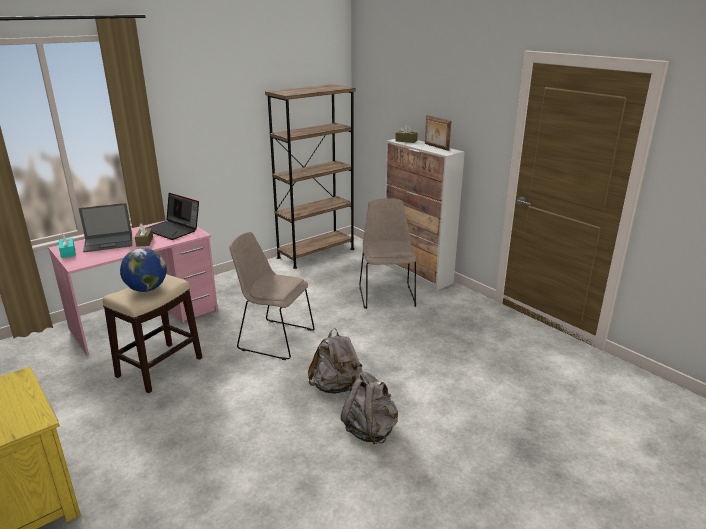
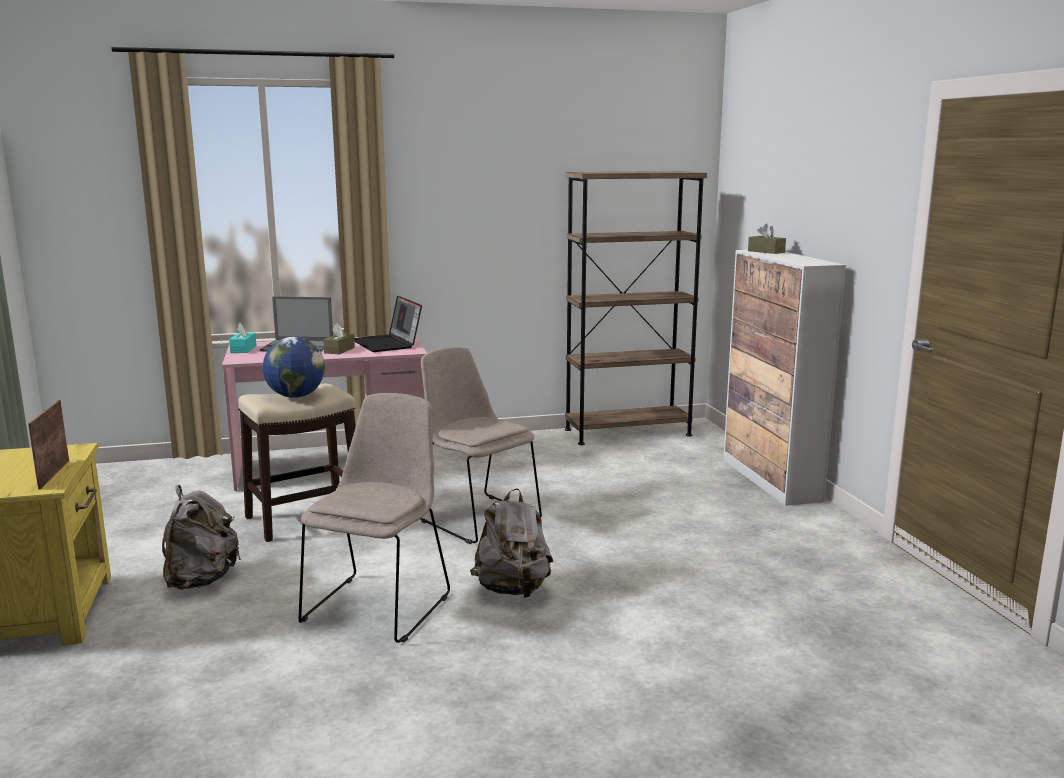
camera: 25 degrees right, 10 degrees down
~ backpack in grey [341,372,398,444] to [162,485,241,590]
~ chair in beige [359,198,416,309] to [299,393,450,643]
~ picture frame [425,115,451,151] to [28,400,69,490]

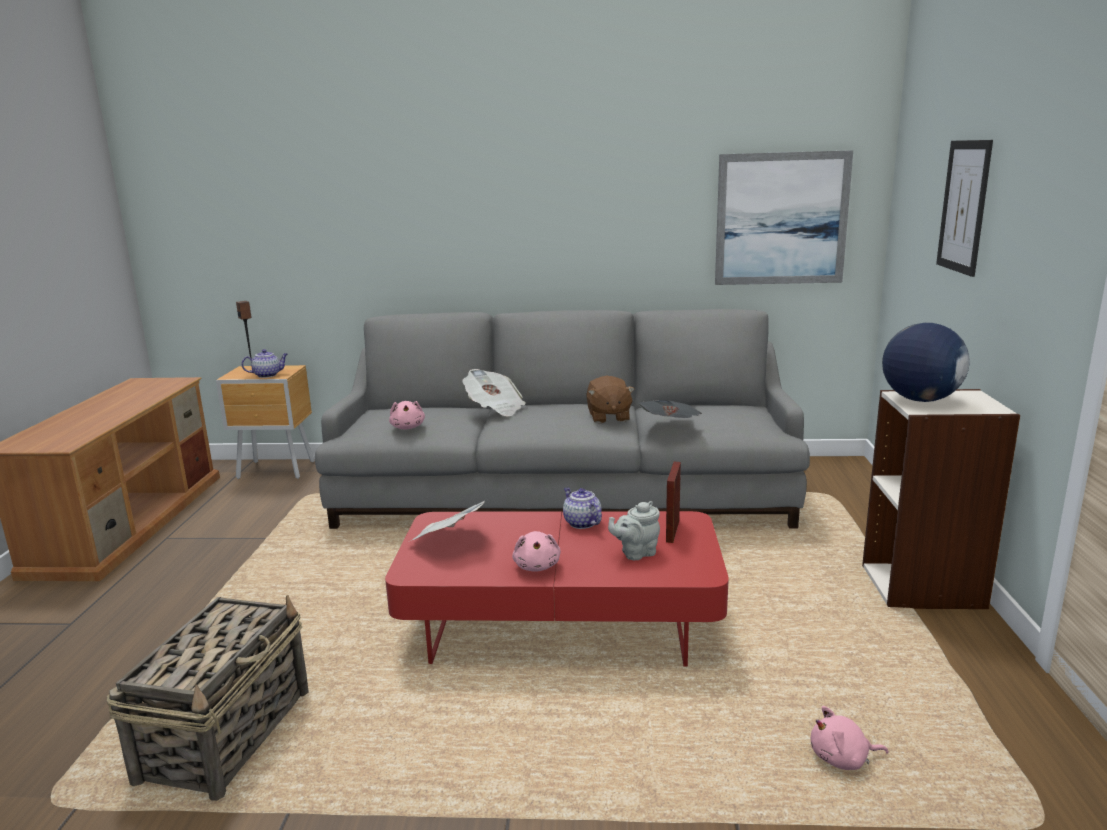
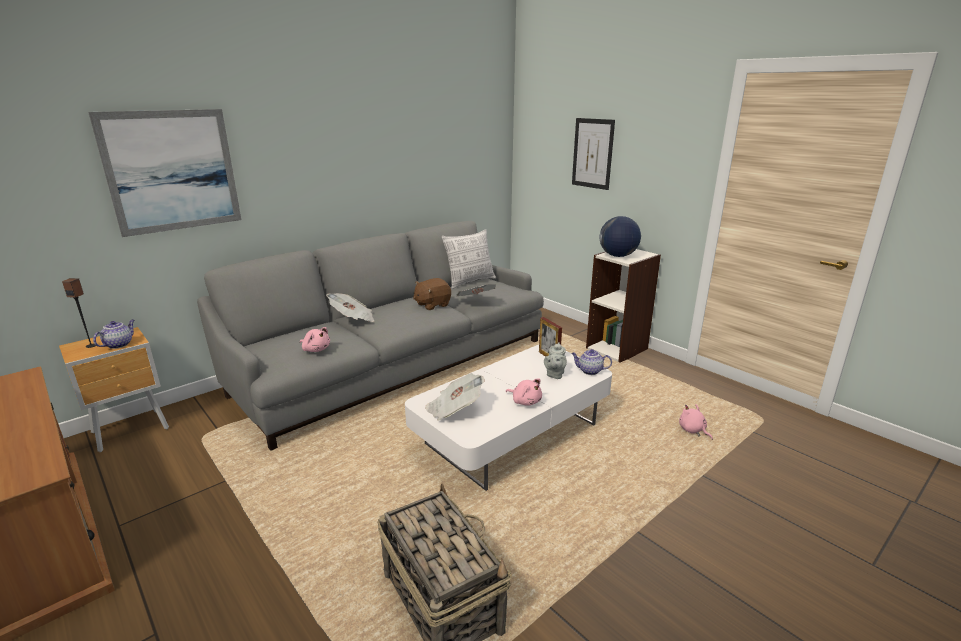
camera: 45 degrees left, 5 degrees up
~ coffee table in red [385,511,729,667] to coffee table in white [405,345,612,491]
~ teapot [563,487,602,529] to [571,349,612,375]
~ plush toy in brown [586,376,635,423] = [413,278,451,310] 105 degrees clockwise
~ picture [715,150,853,285] to [88,109,241,237]
~ plush toy in pink [811,706,889,770] = [679,404,713,440] 105 degrees clockwise
+ pillow [442,229,496,289]

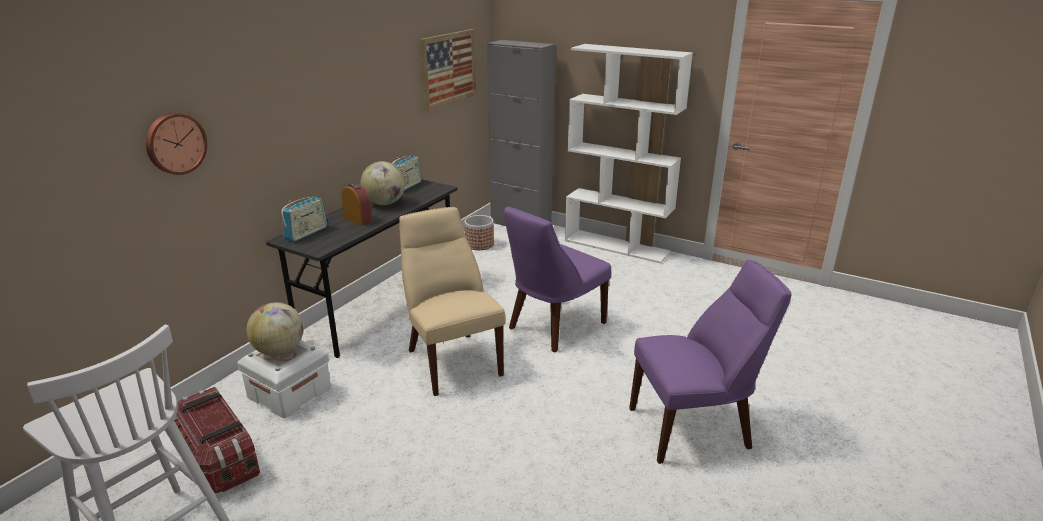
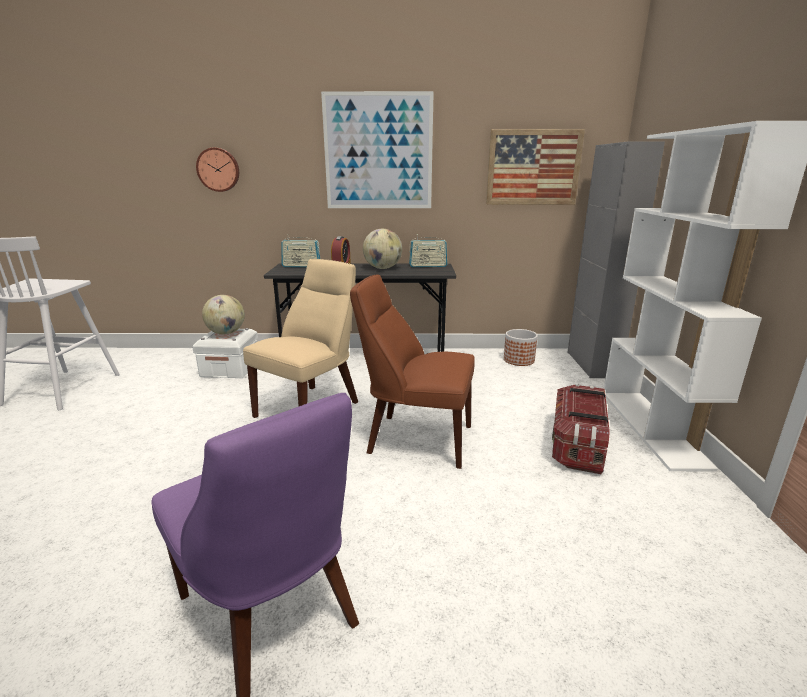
camera: 60 degrees right, 5 degrees down
~ storage box [175,387,260,493] to [552,384,610,474]
~ chair in purple [504,207,611,353] to chair in brown [350,274,475,469]
+ picture [321,91,434,208]

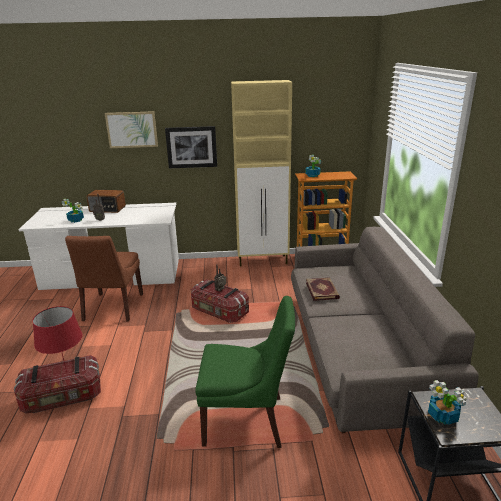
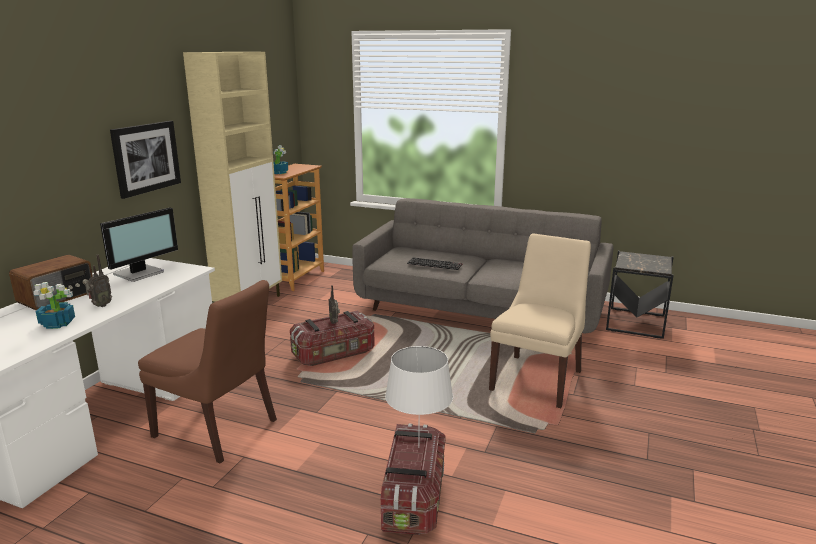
camera: 65 degrees left, 5 degrees down
~ table lamp in red [32,306,83,372] to table lamp in white [385,346,453,448]
- picture [105,111,158,148]
~ chair in green [195,296,295,448] to chair in beige [489,233,591,408]
~ book [306,277,340,301] to keyboard [407,257,462,270]
- potted plant [428,380,467,425]
+ monitor [100,207,178,282]

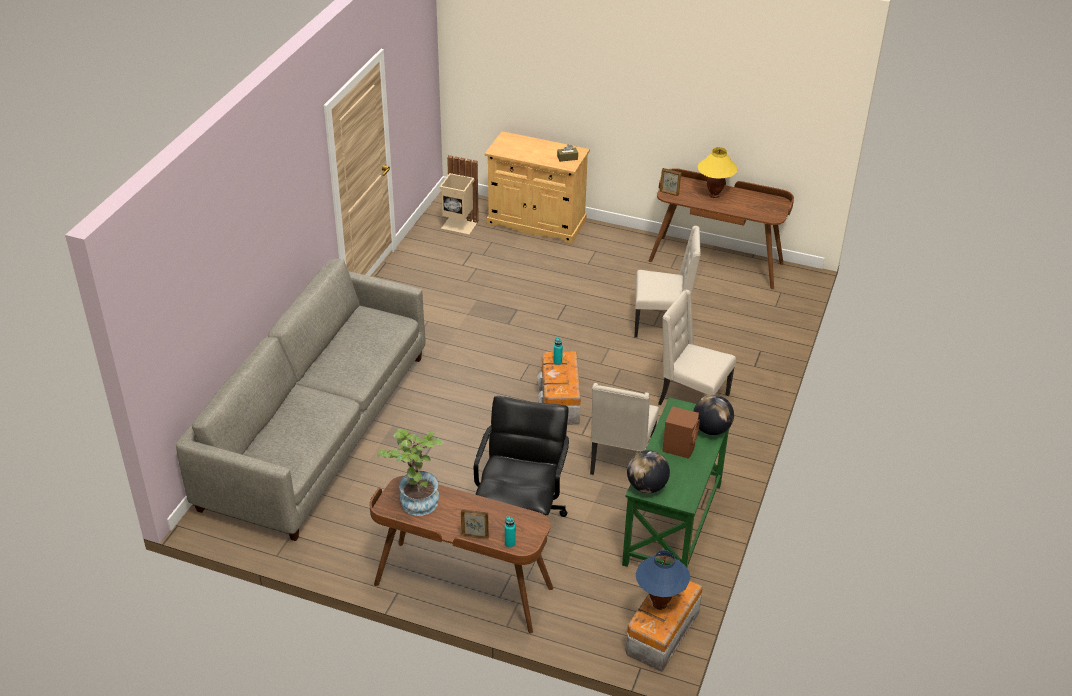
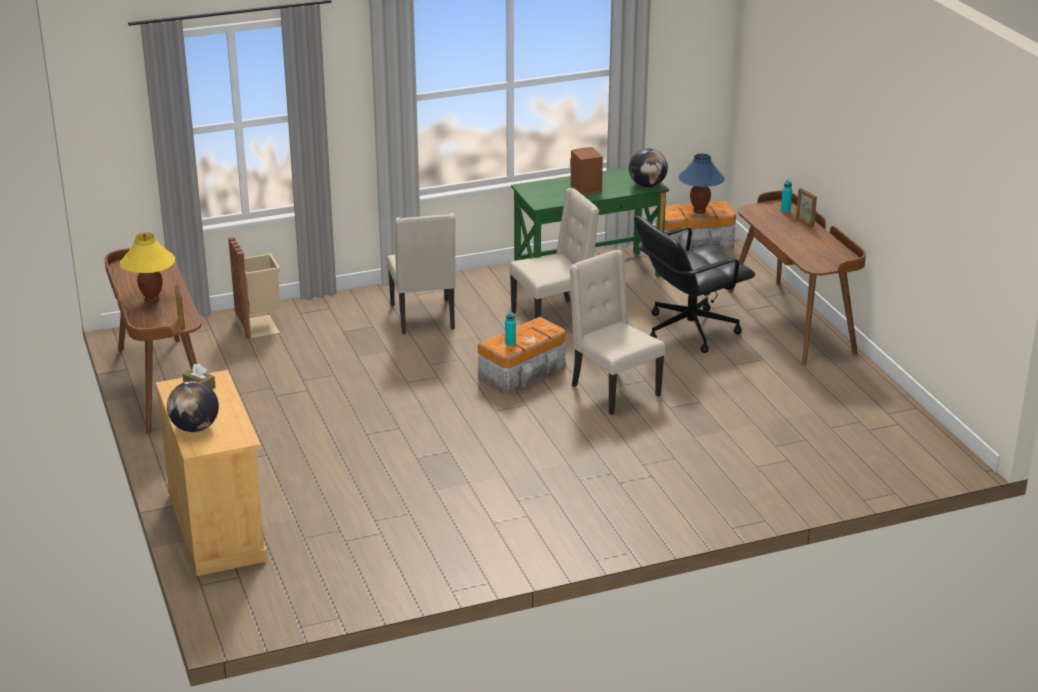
camera: 130 degrees left, 10 degrees down
- sofa in grey [176,259,426,541]
- potted plant [377,429,443,516]
~ trash can in beige [439,155,479,234] to [228,237,281,339]
~ chair in beige [634,226,701,338] to [570,250,665,415]
~ globe [693,394,734,435] to [167,381,219,432]

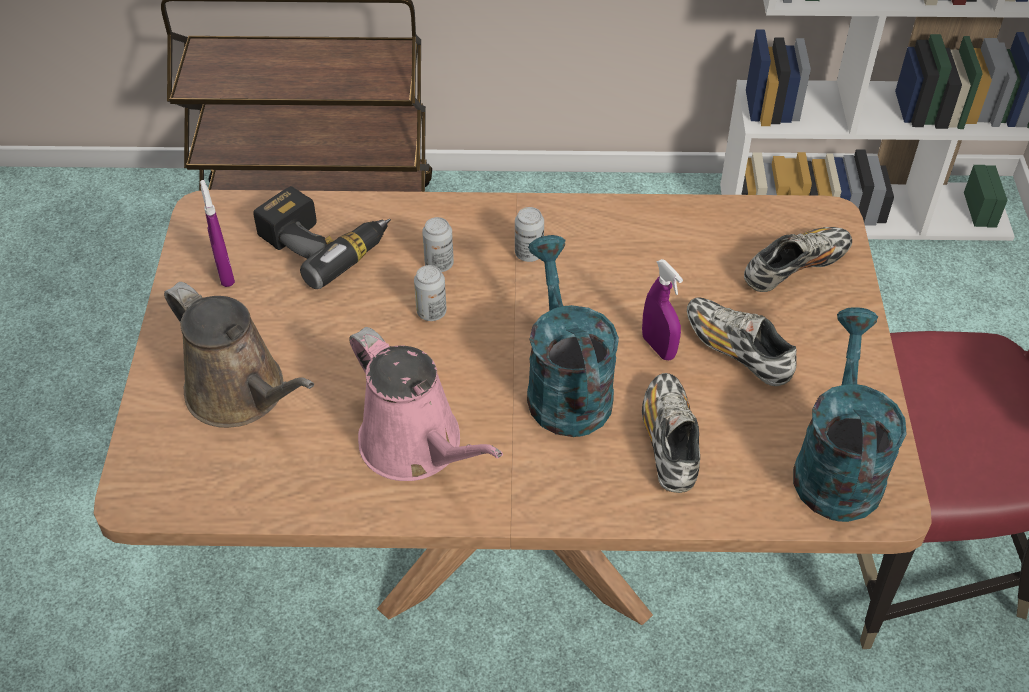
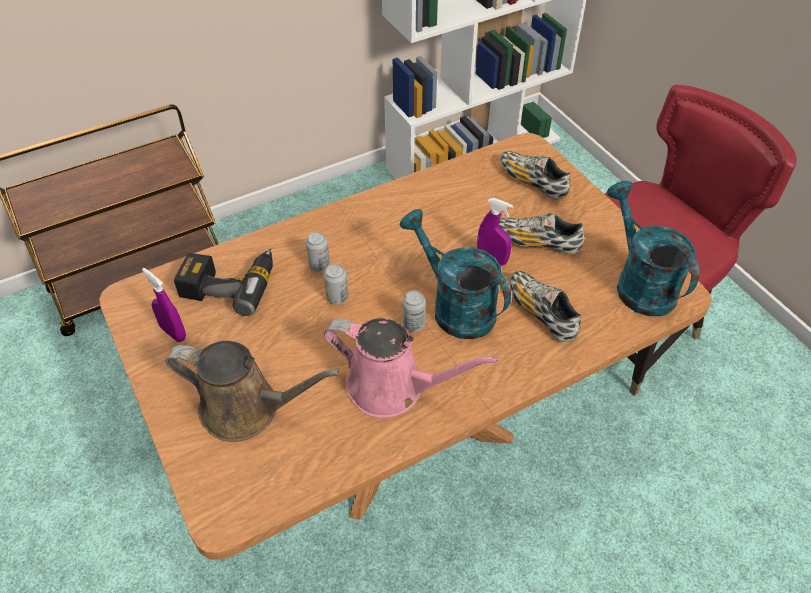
camera: 30 degrees left, 0 degrees up
~ can [515,207,544,262] to [402,290,426,332]
~ shoe [744,227,852,292] = [500,151,570,199] 75 degrees counterclockwise

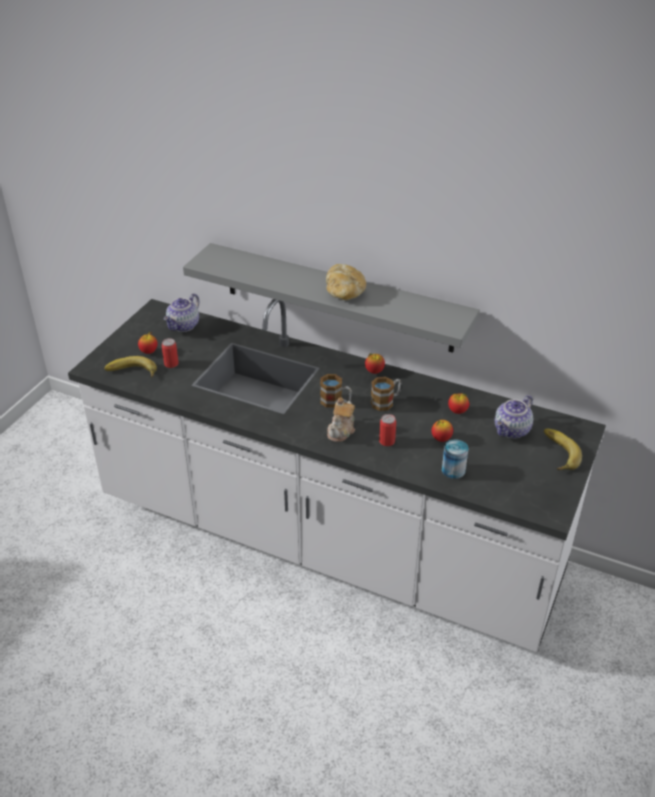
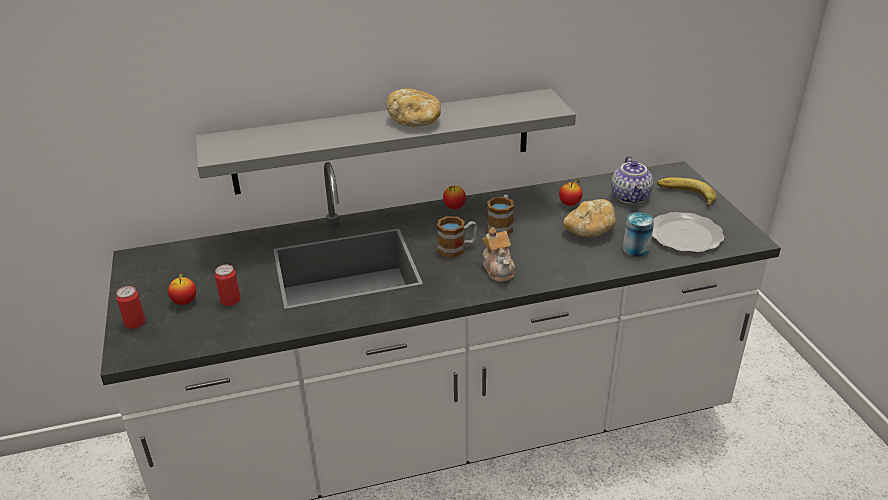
camera: 40 degrees left, 5 degrees down
- banana [104,356,157,378]
- teapot [163,293,199,332]
~ can [379,414,396,446] to [116,286,146,329]
~ apple [432,420,453,442] to bread [563,199,616,237]
+ plate [652,212,724,253]

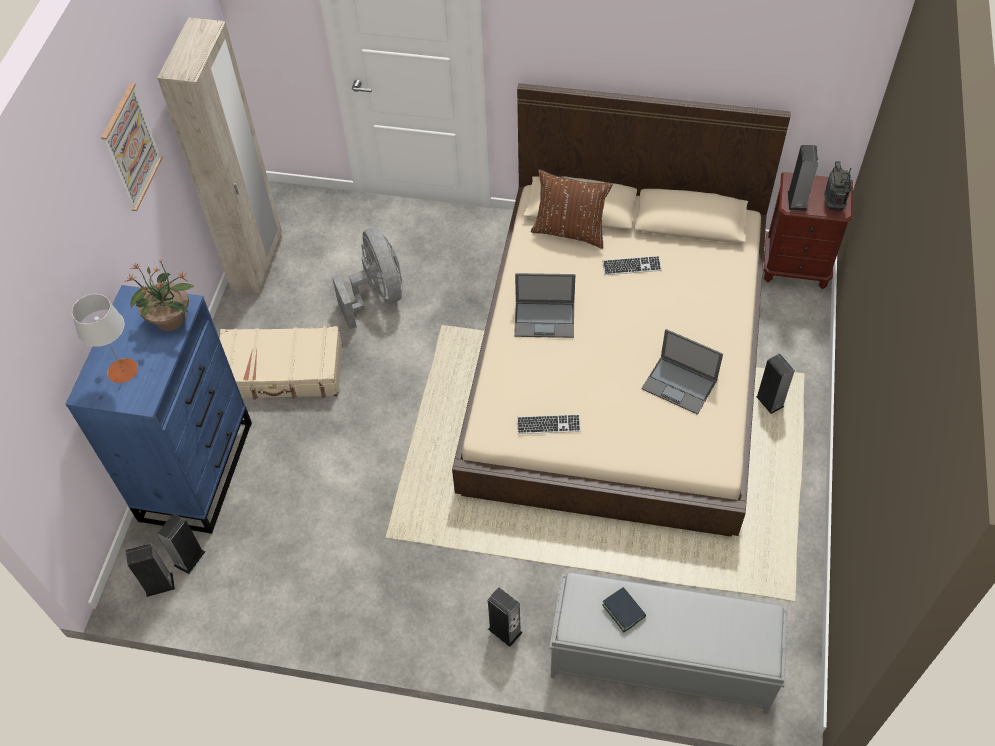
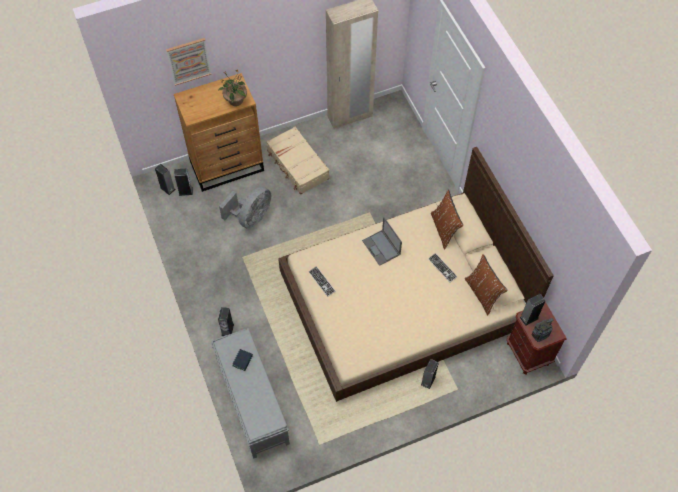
camera: 55 degrees right, 5 degrees up
~ dresser in blue [65,285,252,534] to dresser in brown [174,73,264,192]
- table lamp in grey [72,294,138,383]
~ picture [101,83,163,211] to [166,38,211,86]
~ fan in grey [332,227,403,329] to [219,187,271,229]
- laptop [641,329,723,415]
+ pillow in brown [465,254,508,315]

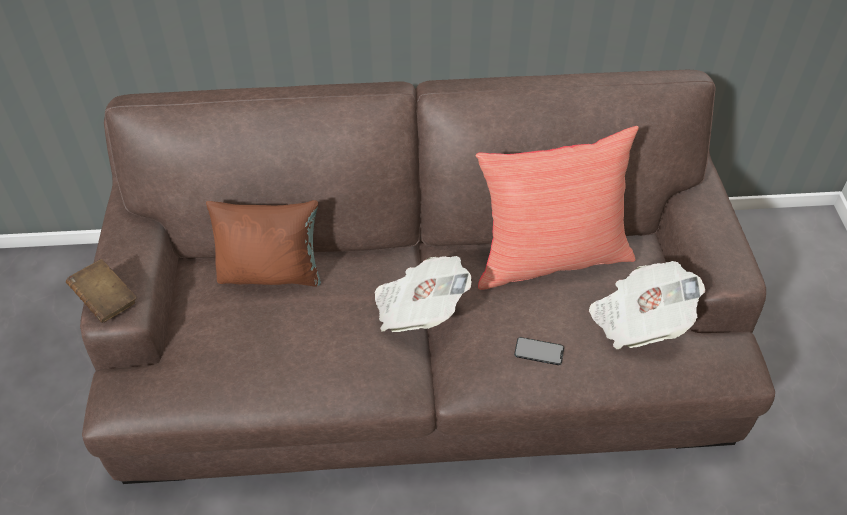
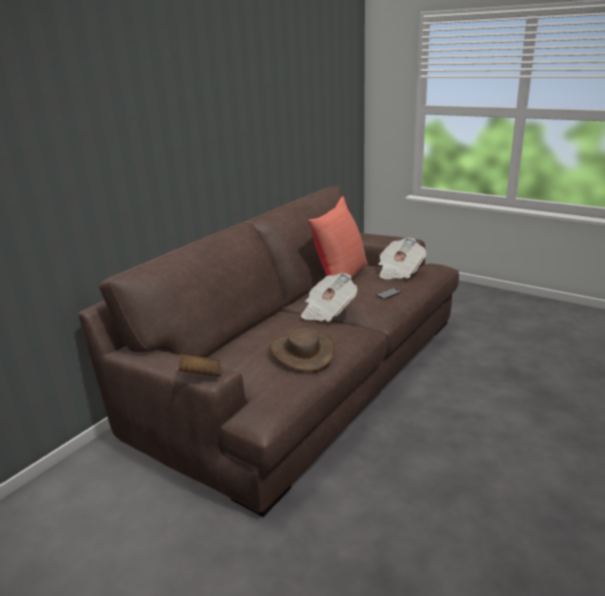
camera: 50 degrees left, 25 degrees down
- pillow in brown [206,200,321,287]
+ hat in brown [270,328,335,371]

